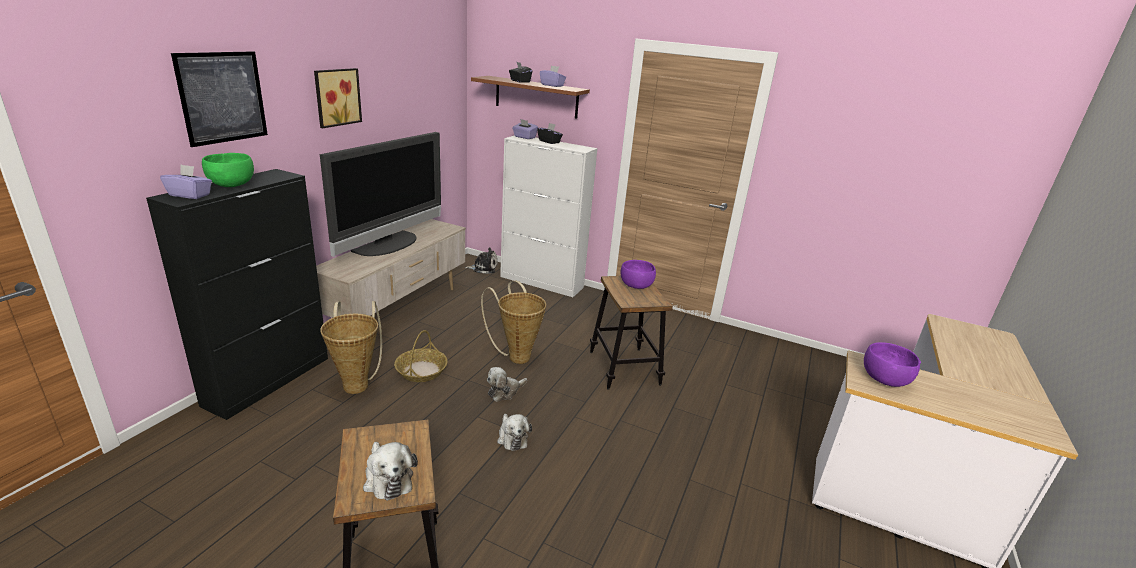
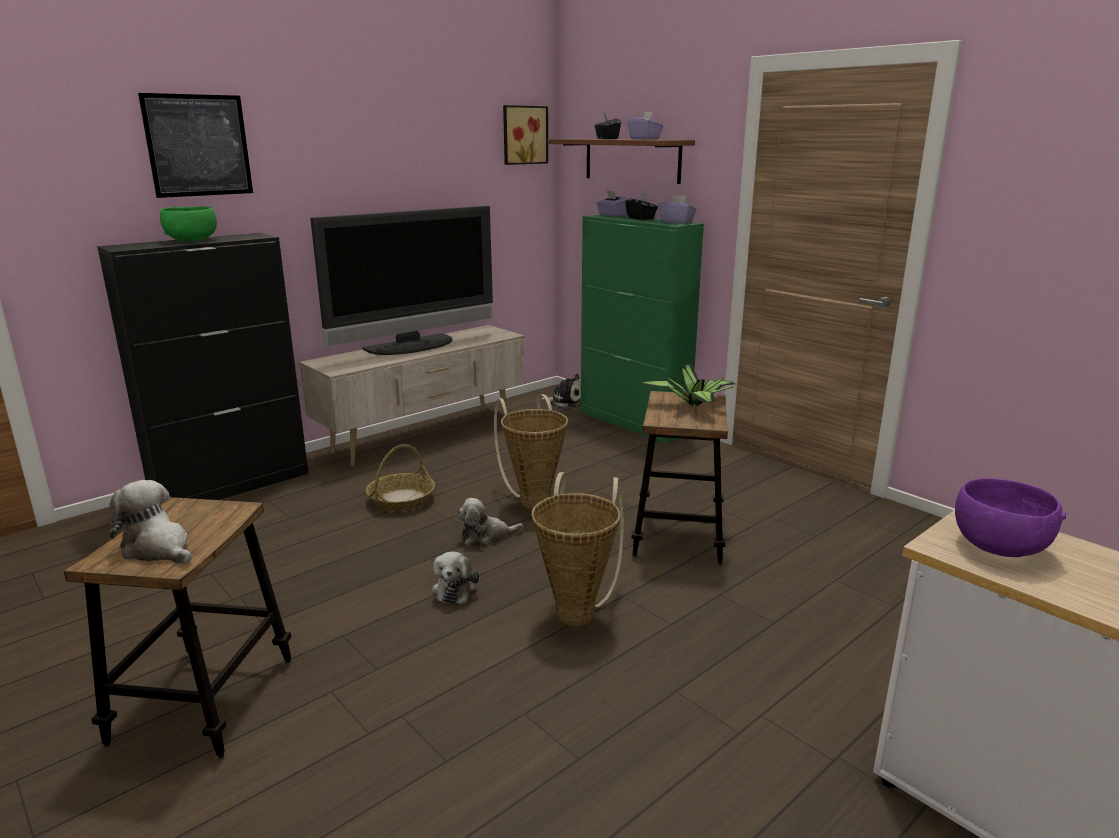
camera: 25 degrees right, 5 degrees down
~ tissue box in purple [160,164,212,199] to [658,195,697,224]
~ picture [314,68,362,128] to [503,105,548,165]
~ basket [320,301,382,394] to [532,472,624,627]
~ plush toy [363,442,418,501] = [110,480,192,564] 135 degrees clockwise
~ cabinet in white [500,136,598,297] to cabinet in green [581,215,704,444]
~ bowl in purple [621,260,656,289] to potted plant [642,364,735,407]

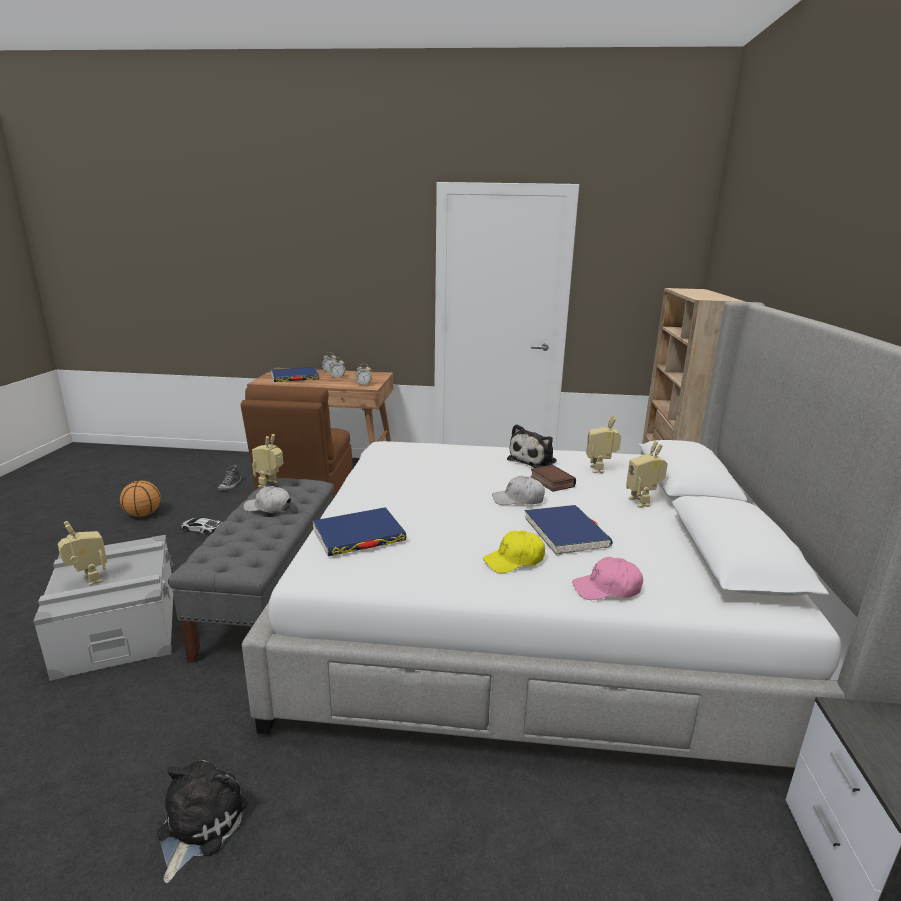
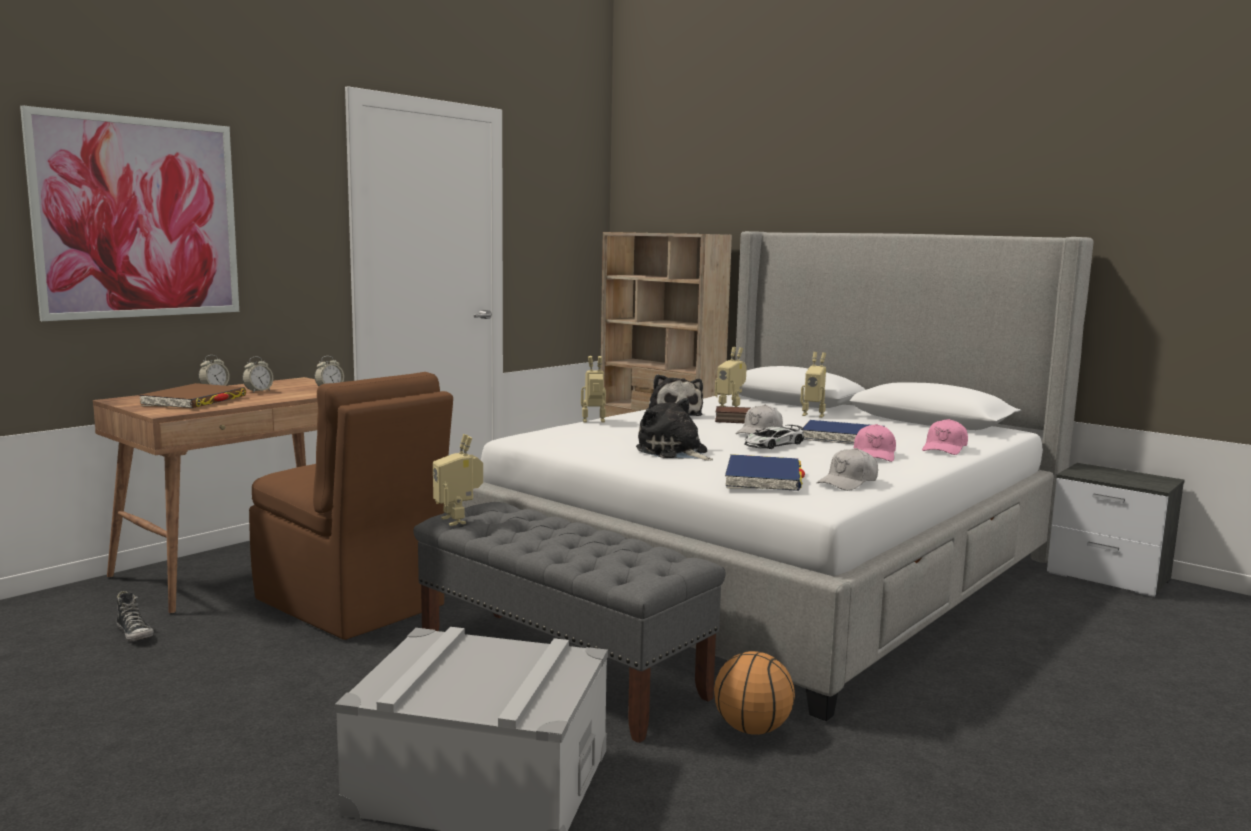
camera: 55 degrees left, 10 degrees down
~ toy robot [58,521,107,586] to [581,356,606,422]
~ basketball [120,480,161,517] to [714,651,795,735]
~ plush toy [157,760,248,883] to [636,398,713,461]
~ toy car [181,517,222,536] to [744,425,804,449]
~ cap in white [243,486,291,513] to [816,448,878,491]
~ book in blue [271,367,319,382] to book in brown [139,383,246,408]
~ cap in yellow [483,530,545,573] to cap in pink [853,424,896,462]
+ picture [20,105,239,321]

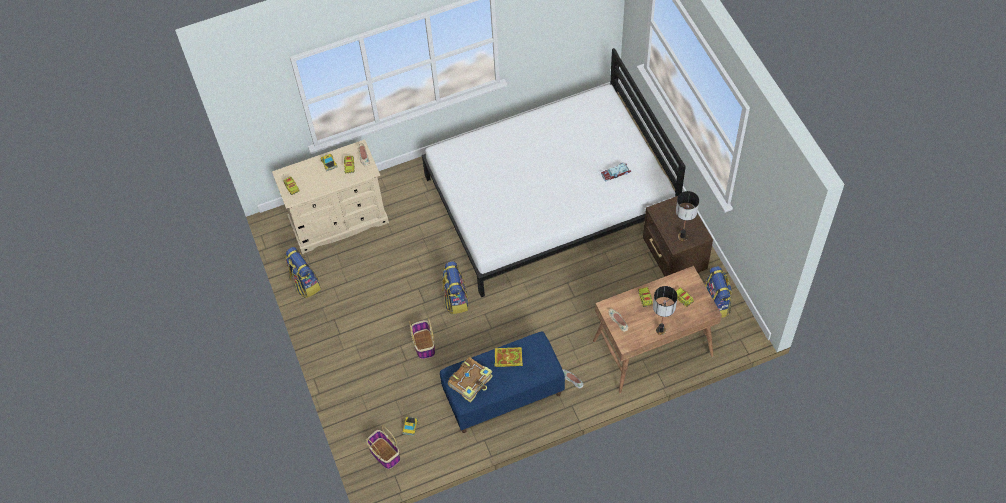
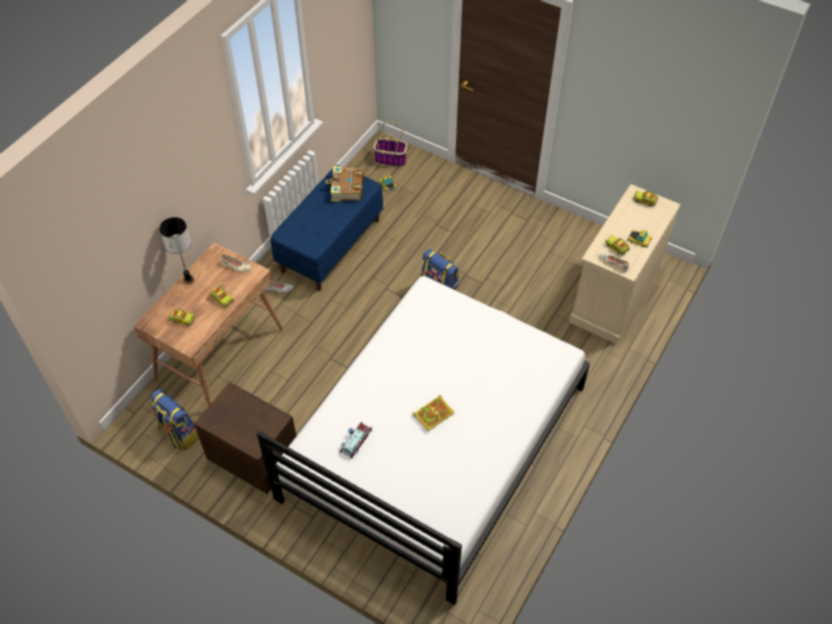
camera: 140 degrees right, 5 degrees down
- backpack [285,247,321,298]
- basket [409,317,435,359]
~ book [494,347,523,367] to [412,395,454,431]
- table lamp [676,191,699,241]

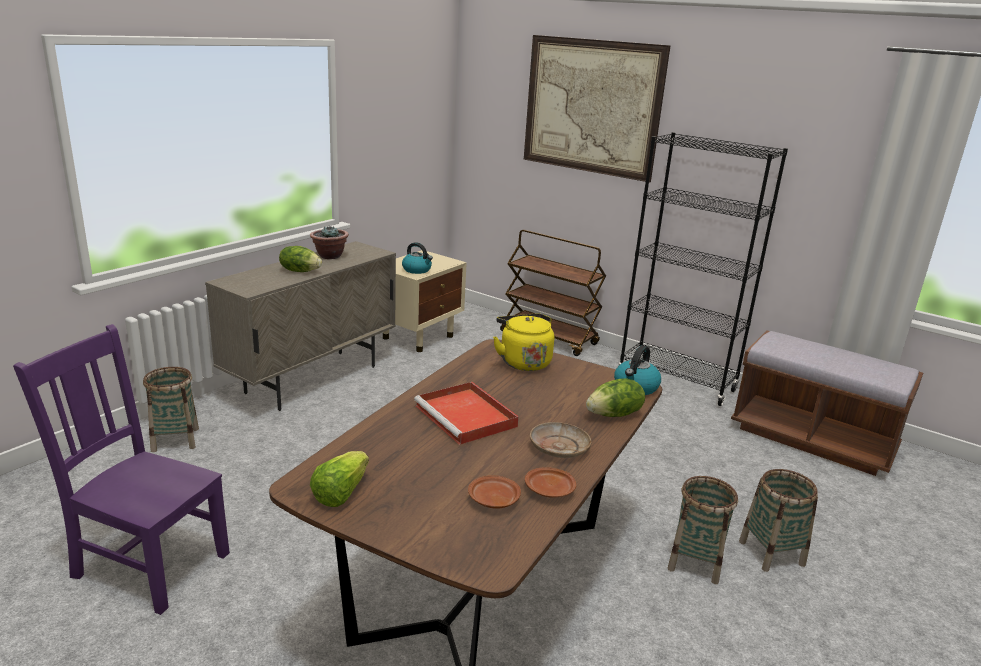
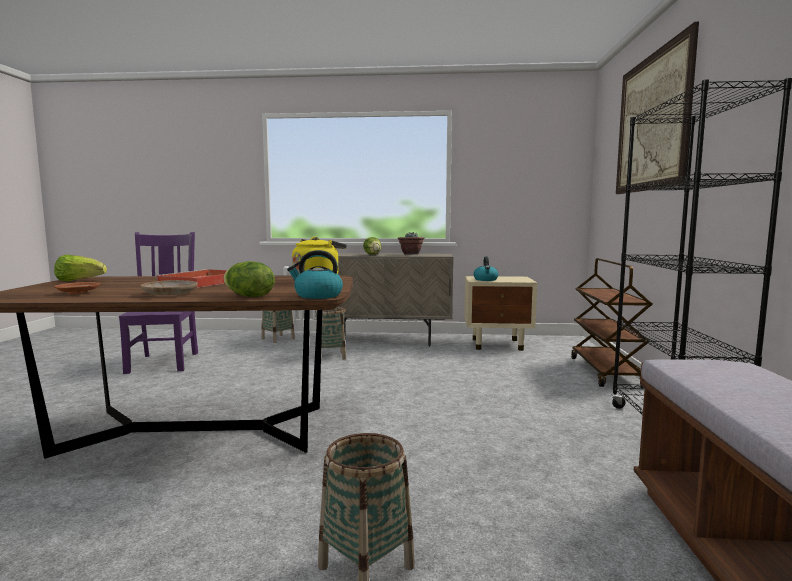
camera: 60 degrees right, 15 degrees down
- plate in brown [525,467,576,498]
~ basket [668,476,738,584] to [315,306,346,359]

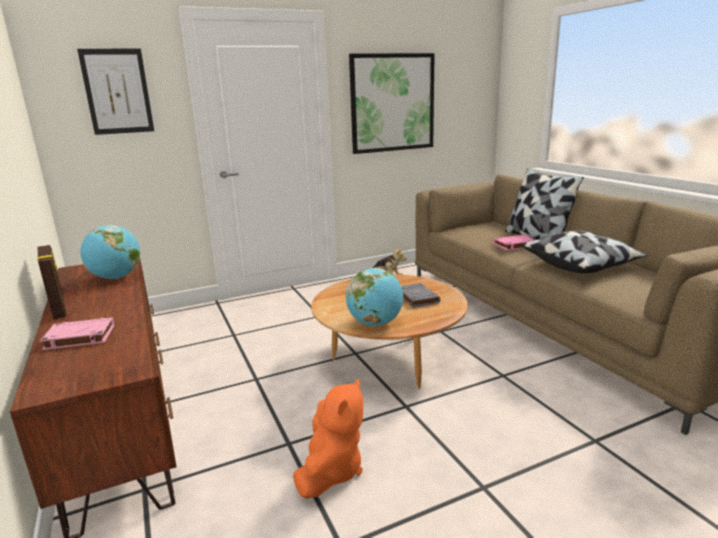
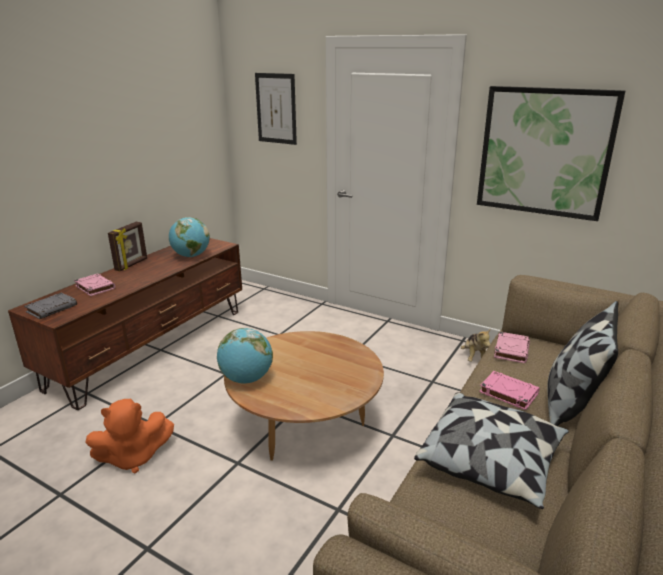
camera: 55 degrees right, 5 degrees up
~ book in grey [401,283,441,308] to [24,293,77,319]
+ book in pink [494,332,530,363]

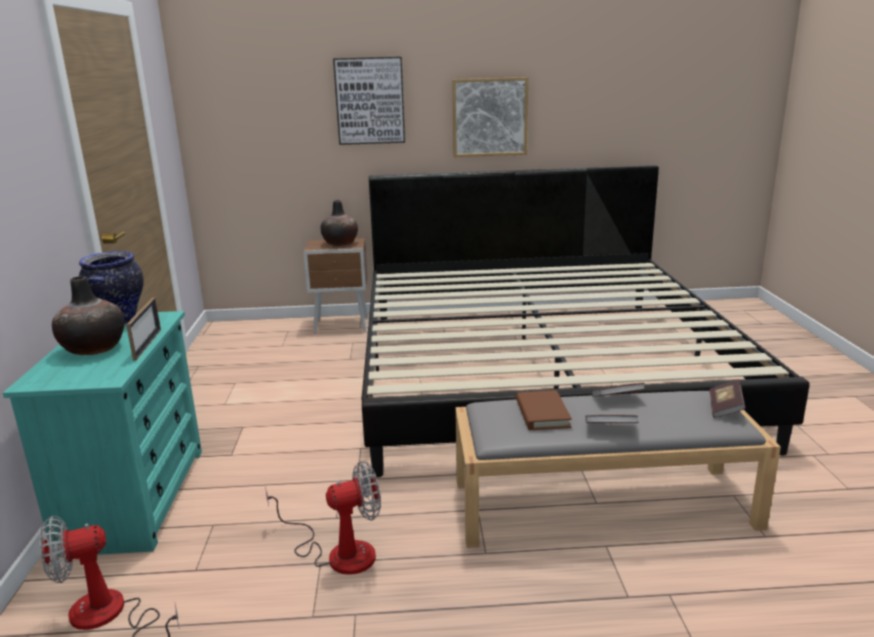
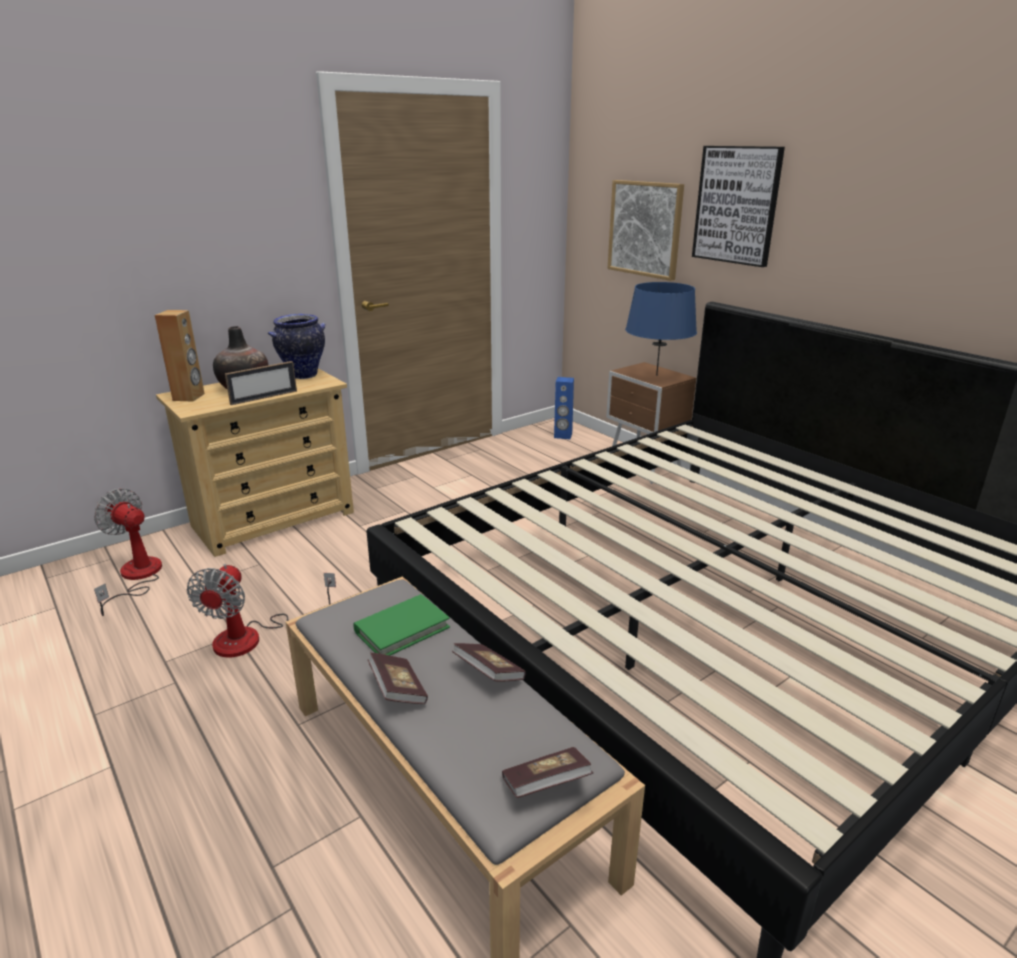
camera: 55 degrees right, 5 degrees up
~ dresser in turquoise [3,311,202,557] to dresser in beige [156,368,354,557]
~ fan [265,461,381,575] = [187,564,336,658] 60 degrees clockwise
~ vase [321,200,358,246] to table lamp in blue [625,282,697,376]
~ picture [452,77,528,157] to [608,180,684,281]
~ book in brown [516,390,572,430] to book in green [353,594,450,656]
+ speaker in brown [155,310,205,402]
+ speaker in blue [554,377,574,439]

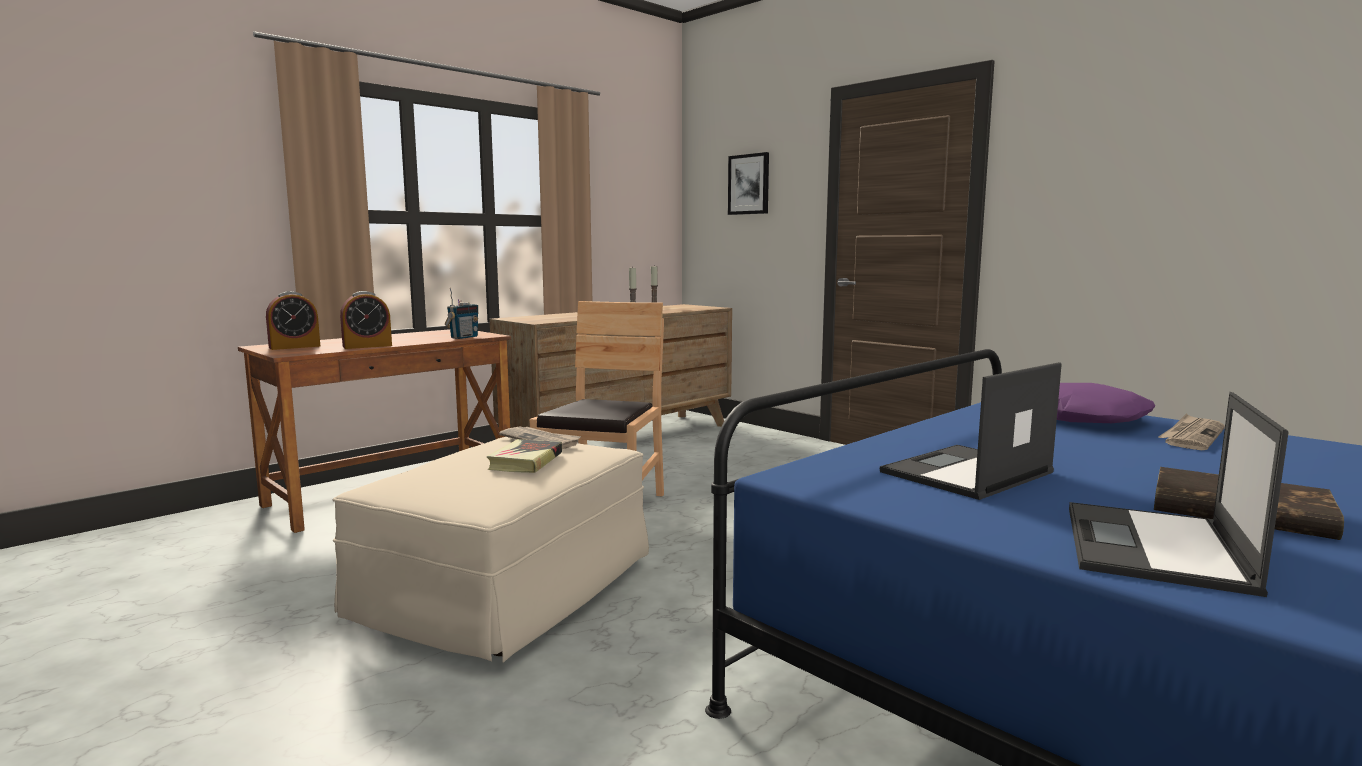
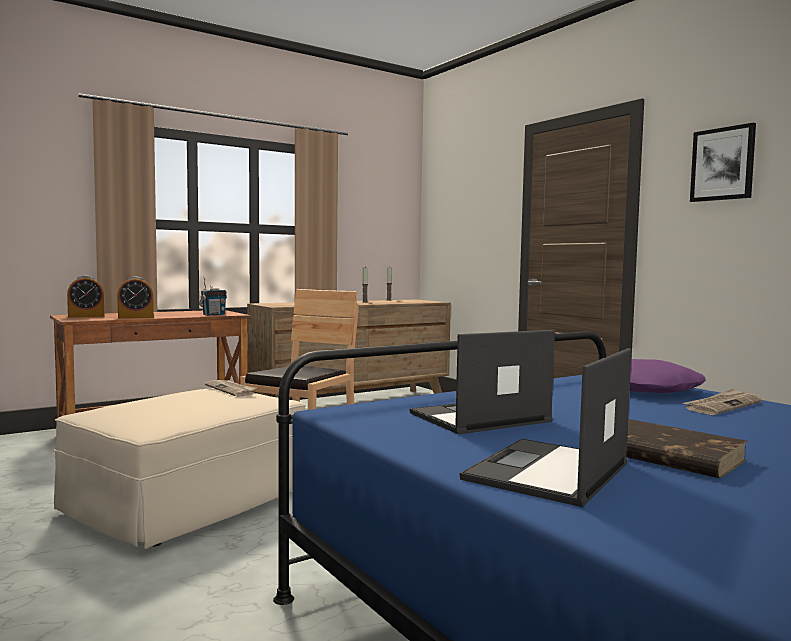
camera: 10 degrees right, 5 degrees down
- book [487,439,562,473]
~ picture [728,152,769,215] to [690,123,756,202]

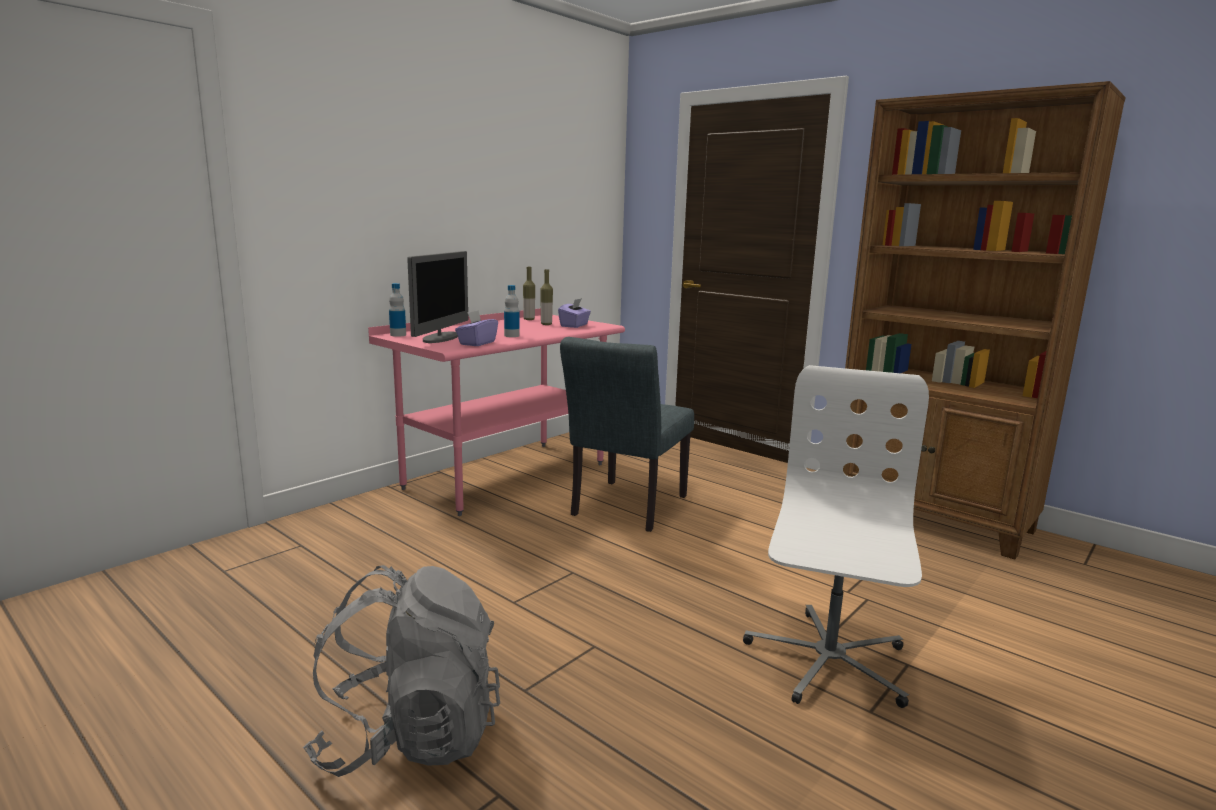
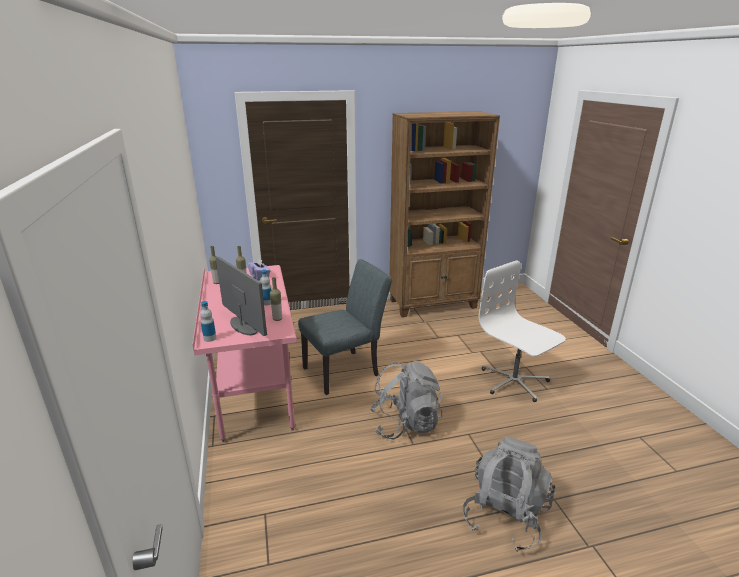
camera: 55 degrees left, 10 degrees up
~ tissue box in purple [455,310,498,346] to bottle [270,277,282,321]
~ chair in grey [560,337,694,532] = [298,259,392,395] 90 degrees counterclockwise
+ backpack in grey [370,361,442,440]

